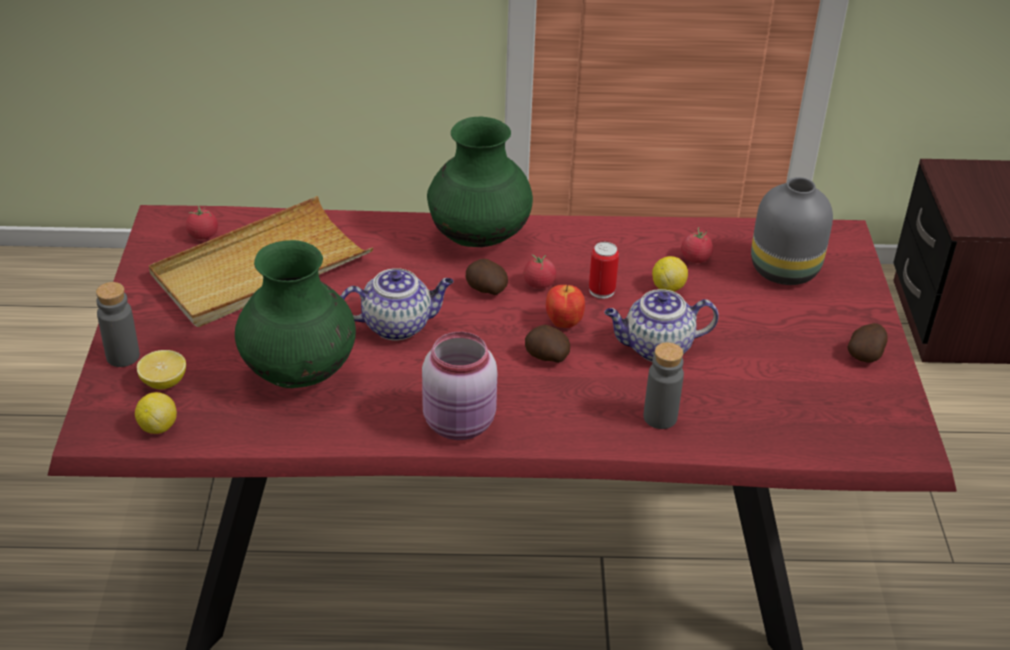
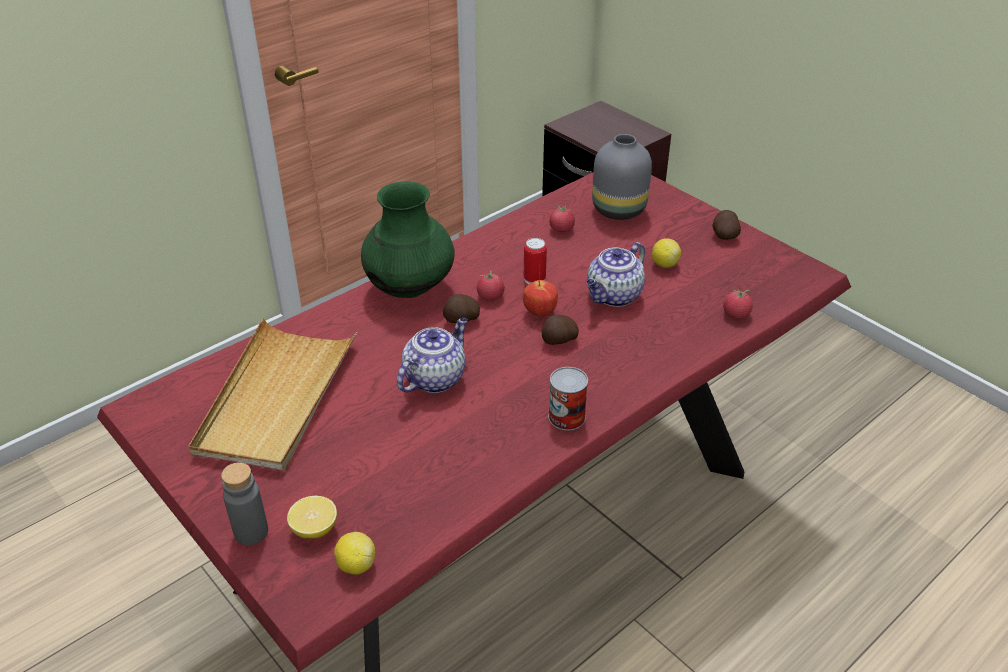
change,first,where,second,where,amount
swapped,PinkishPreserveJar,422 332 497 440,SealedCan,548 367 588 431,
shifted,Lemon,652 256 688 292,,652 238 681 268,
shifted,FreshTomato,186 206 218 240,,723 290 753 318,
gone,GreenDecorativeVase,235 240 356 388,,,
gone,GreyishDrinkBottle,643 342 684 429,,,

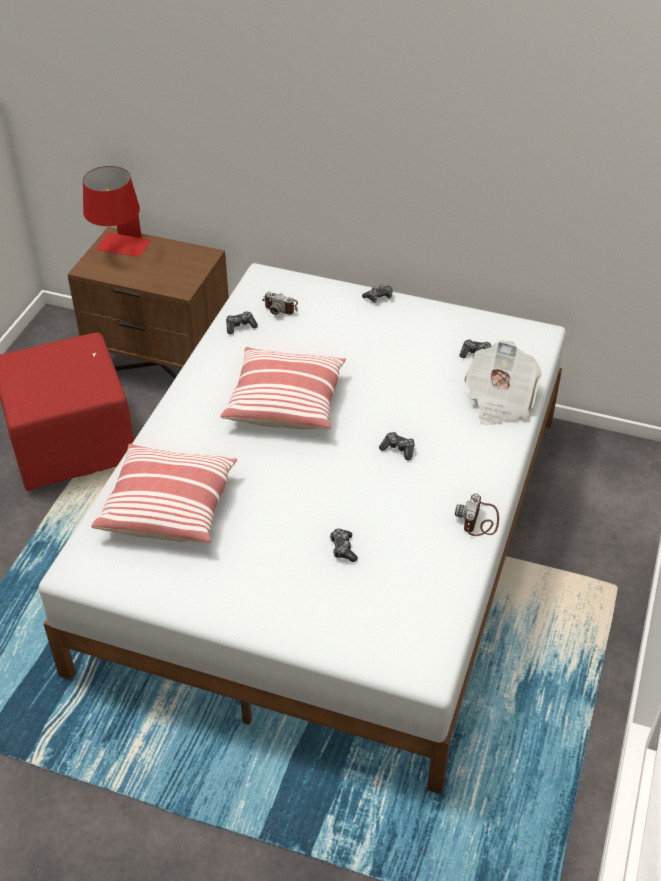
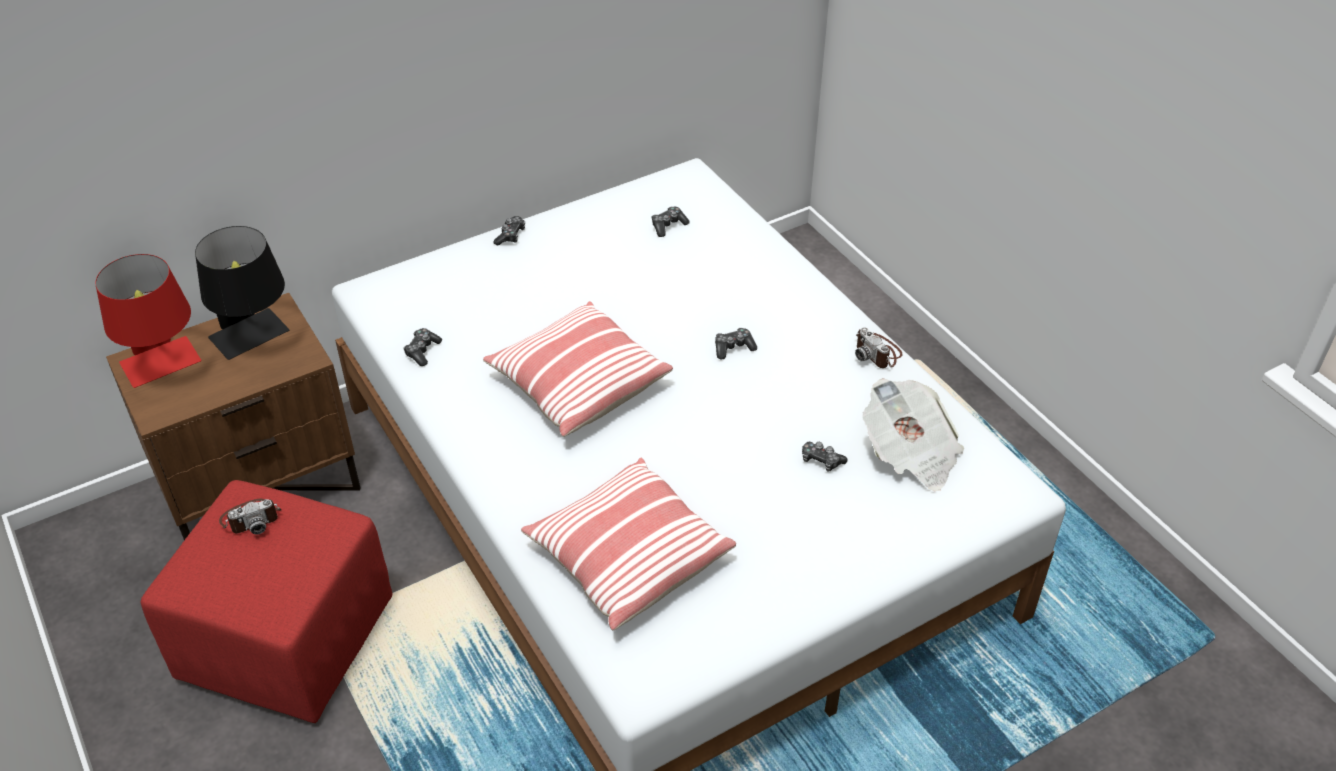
change,first,where,second,where,amount
new,,,BlackColouredLampForATable,195 226 289 360,
shifted,StillCamera,262 292 298 315,,219 499 281 535,
shifted,DailyPaper,464 341 542 425,,863 378 964 491,

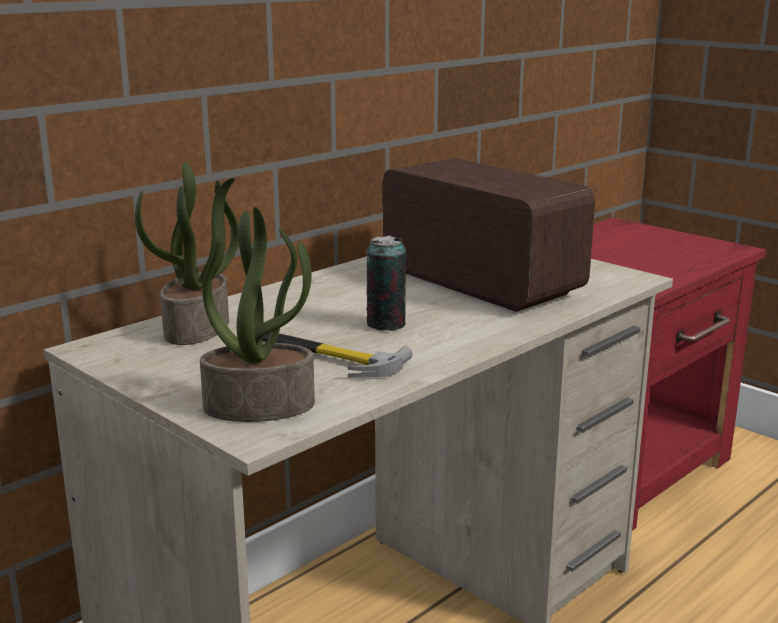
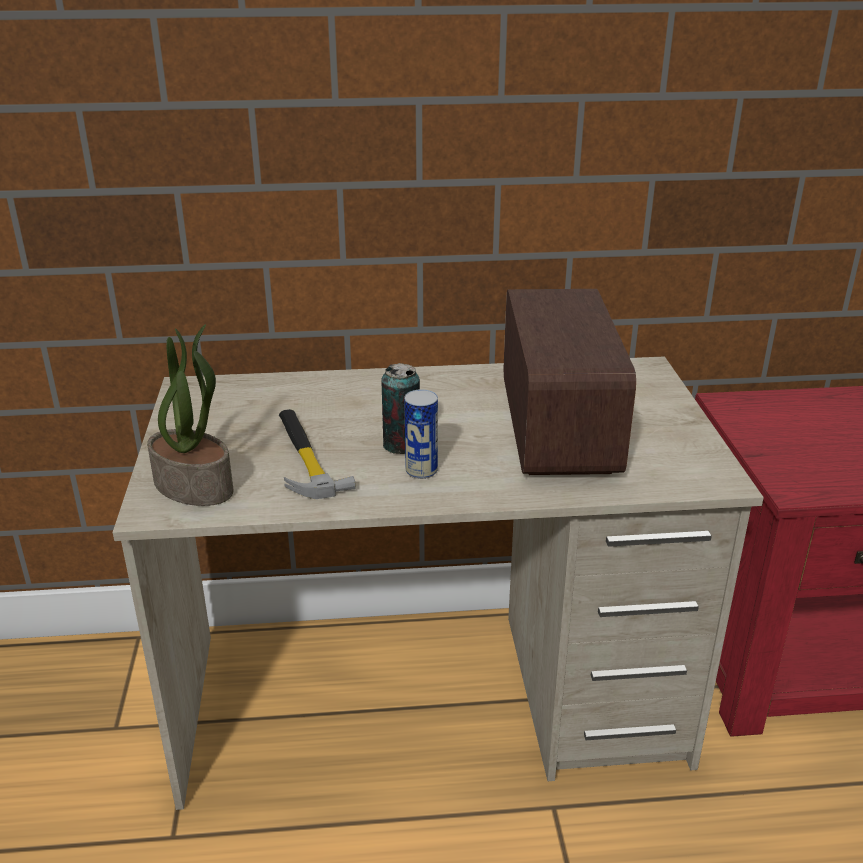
change,first,where,second,where,amount
new,,,SealedCan,404 389 438 479,
gone,Houseplant,135 162 239 345,,,

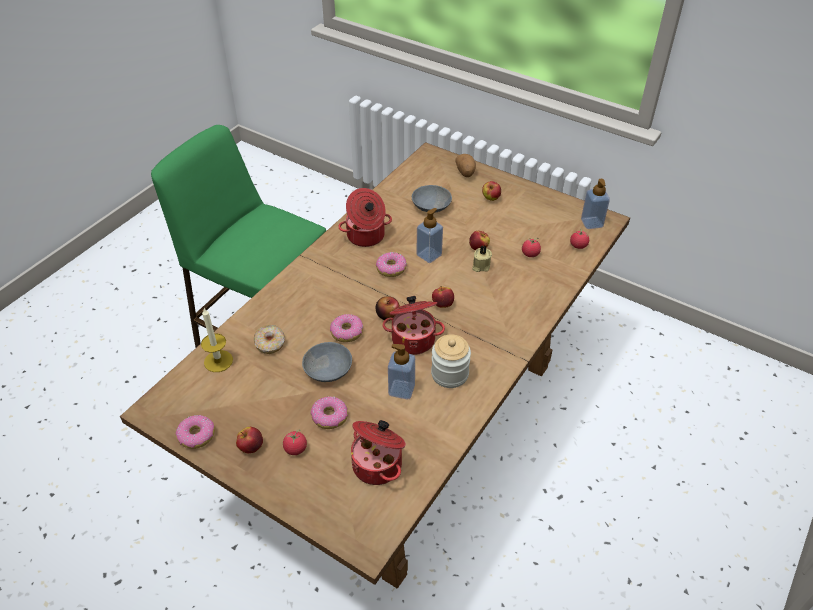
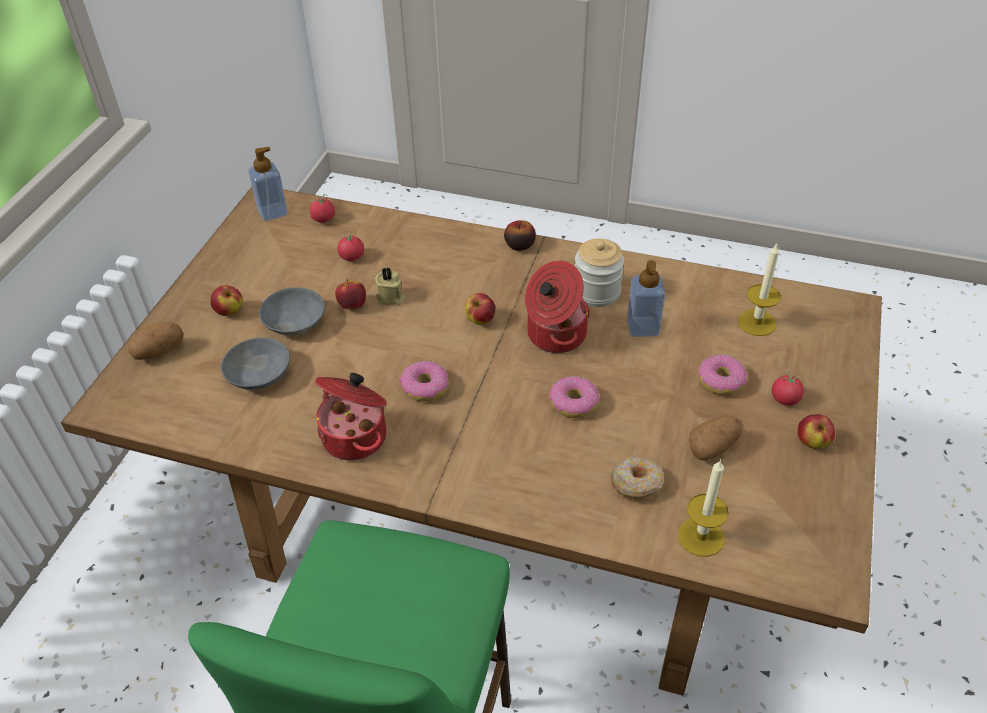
change,first,where,second,where,amount
shifted,GreyishServingBowl,302 342 352 382,,259 287 325 336,
shifted,AppleFruit,375 296 400 321,,504 220 536 251,
new,,,Potato,689 415 743 461,
swapped,CookingPot,351 420 406 485,Candle,738 243 781 336,
gone,Doughnut,175 415 215 449,,,
gone,LiquidSoapBottle,417 208 443 263,,,

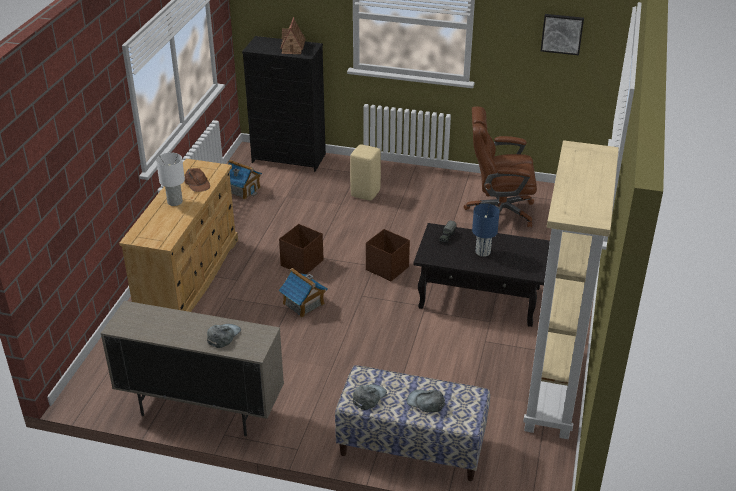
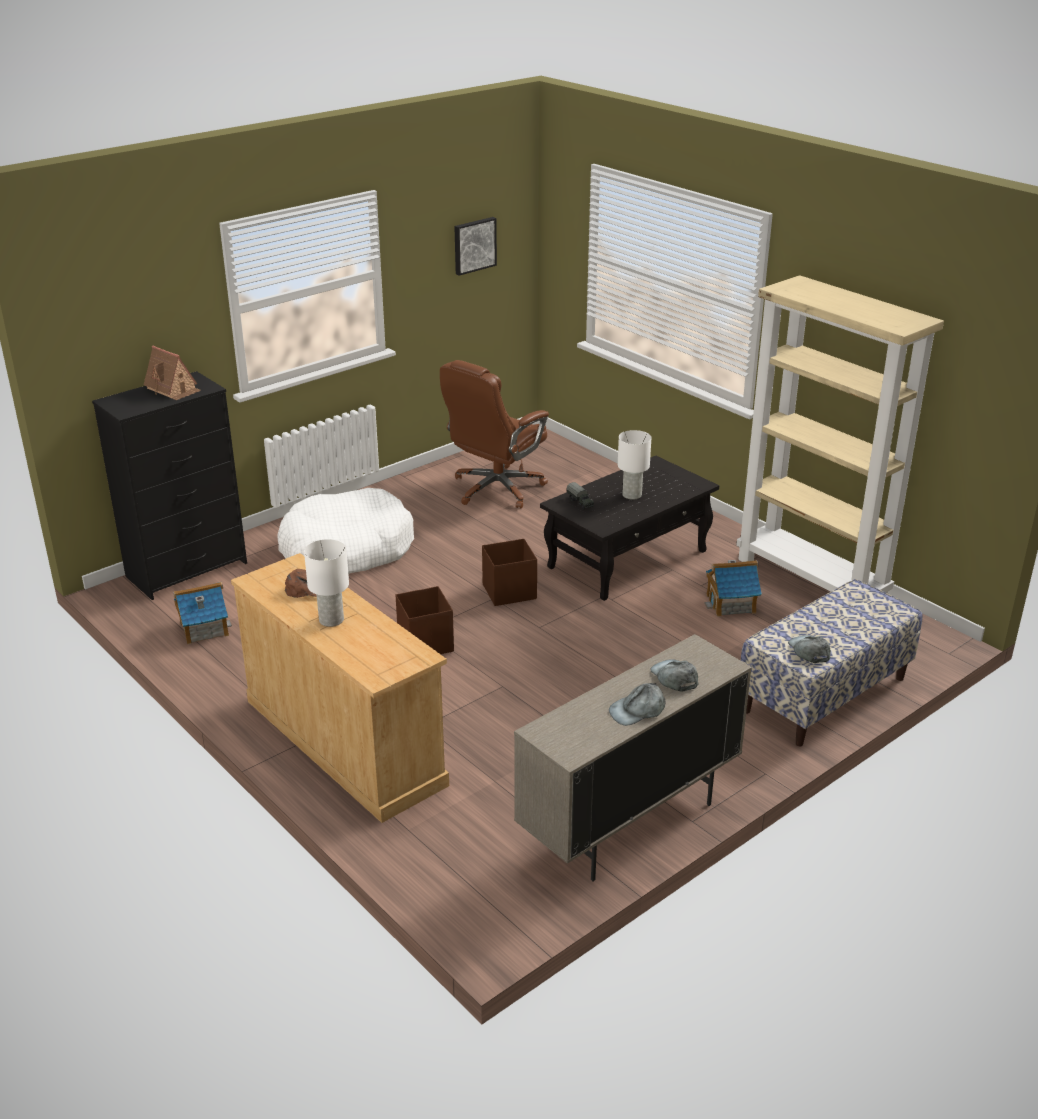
change,first,where,second,where,amount
swapped,SandColouredSittingStool,350 144 381 201,WhiteColouredPetBed,277 488 414 574,
shifted,GreyishPeakedCap,406 390 445 412,,609 683 666 726,
repainted,BlueColouredLampForATable,472 203 500 257,WhiteColouredLampForATable,618 430 651 499,
shifted,ModelHouse,278 268 328 318,,704 560 762 617,

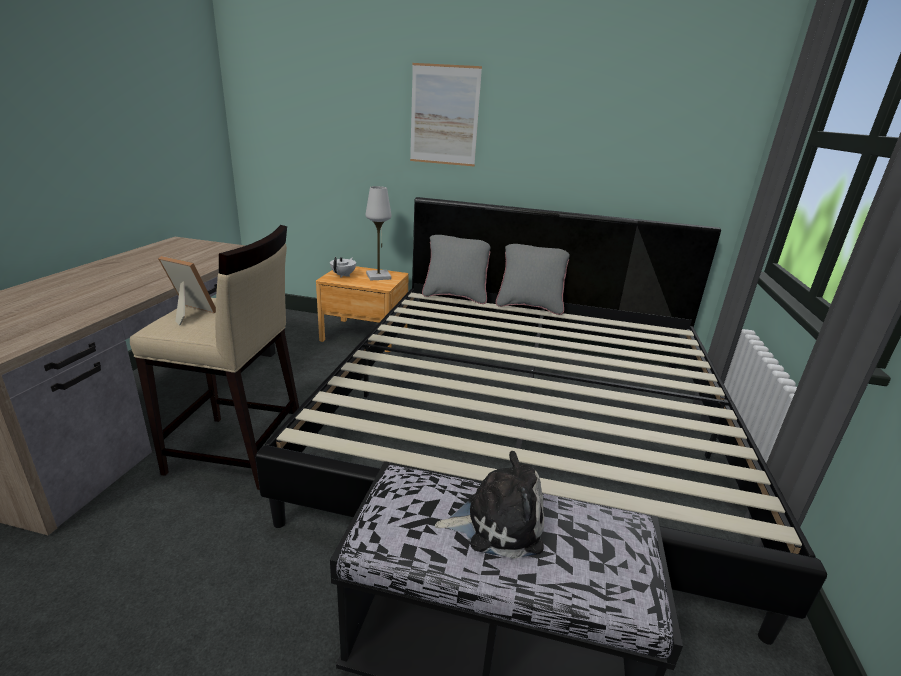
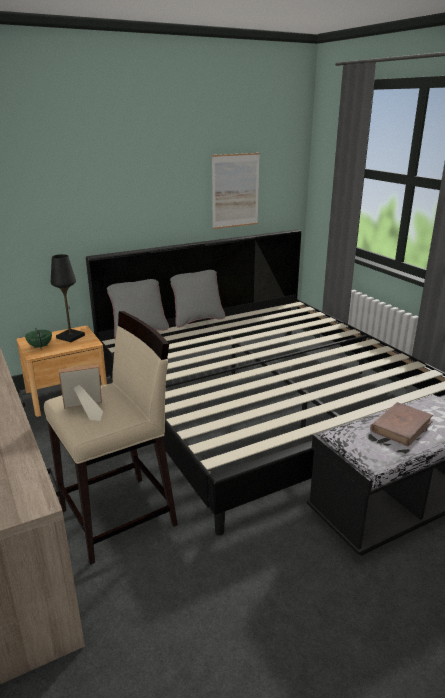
change,first,where,second,where,amount
repainted,WhiteColouredTeaPot,330 257 356 277,GreenTeaPot,25 328 52 348,
repainted,WhiteColouredLampForATable,366 186 392 281,BlackColouredLampForATable,51 254 85 342,
shifted,WallPicture,410 63 482 166,,212 153 260 229,
swapped,CuddlyToy,435 451 544 559,BrownBoundBook,370 402 433 447,

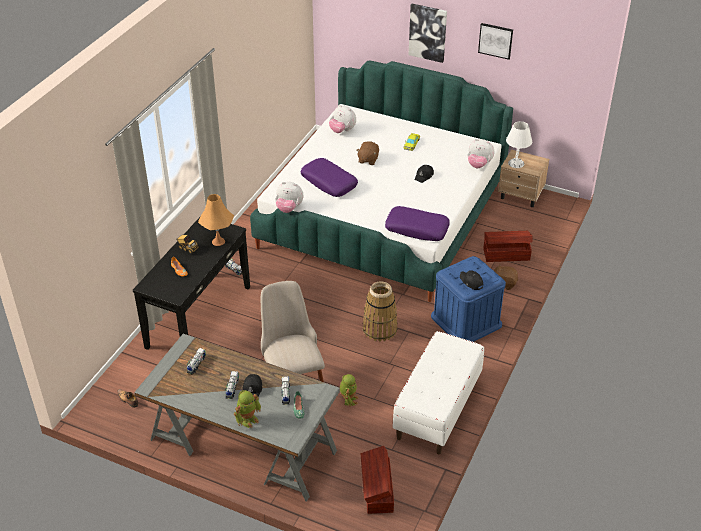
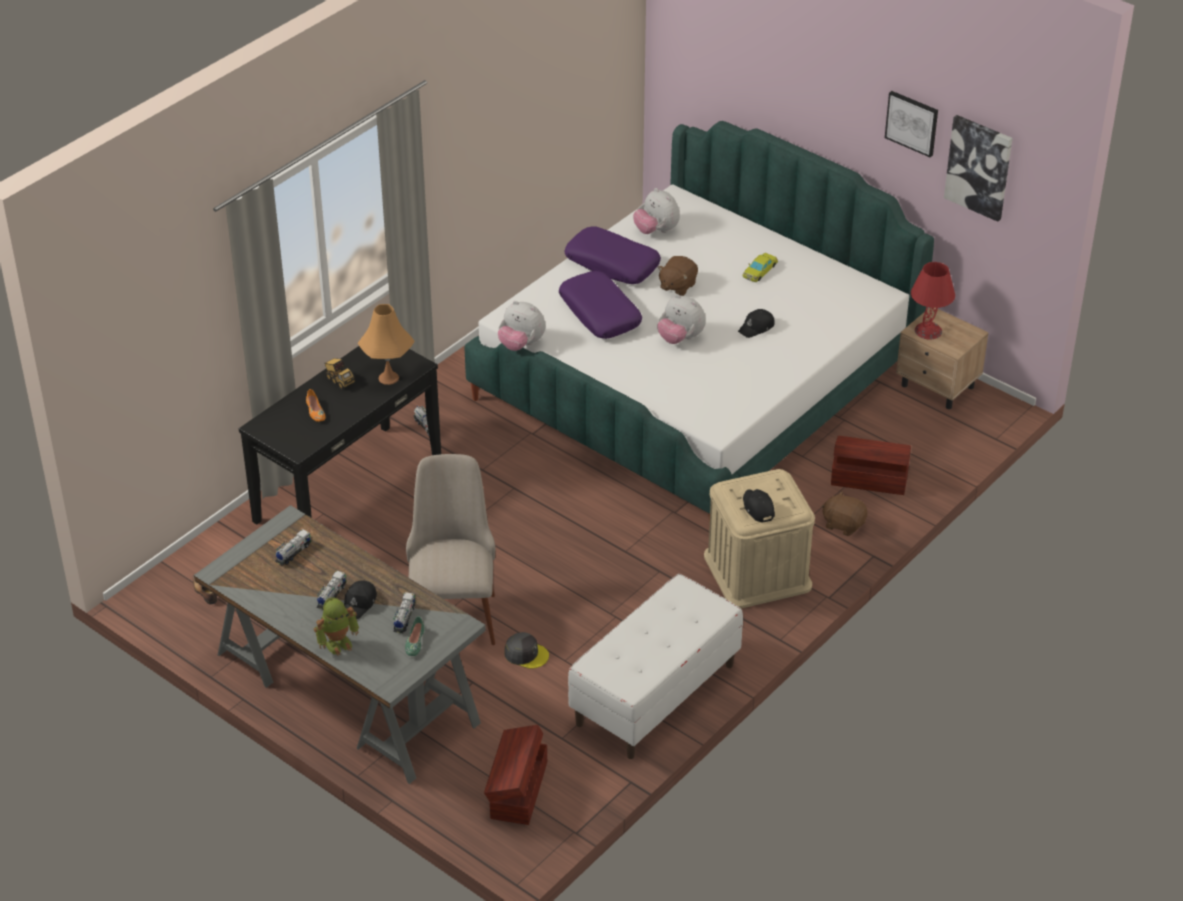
change,first,where,second,where,amount
swapped,ModelRobot,339 374 358 406,GreyishPeakedCap,504 632 549 669,
shifted,PurpleColouredThrowPillow,385 206 450 241,,564 226 661 284,
shifted,CuddlyToy,468 139 494 168,,657 294 706 344,
repainted,BlueColouredStorageBin,431 256 506 342,SandColouredStorageBin,704 469 815 608,
repainted,WhiteColouredLampForATable,506 121 532 168,ReddishLampForATable,911 262 955 340,
shifted,WallPicture,408 4 447 63,,944 115 1012 222,
gone,Basket,363 281 398 342,,,

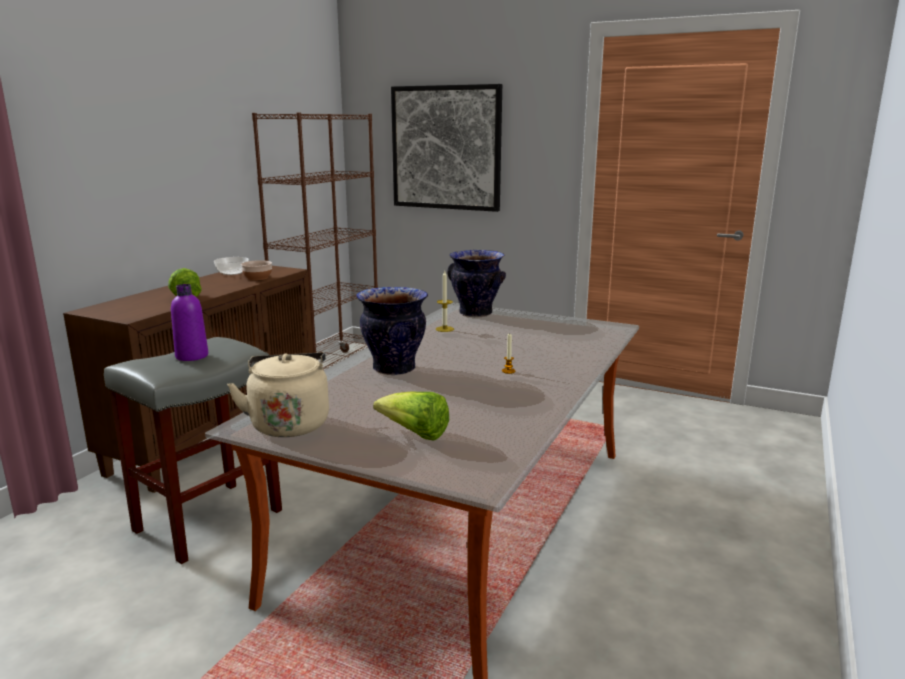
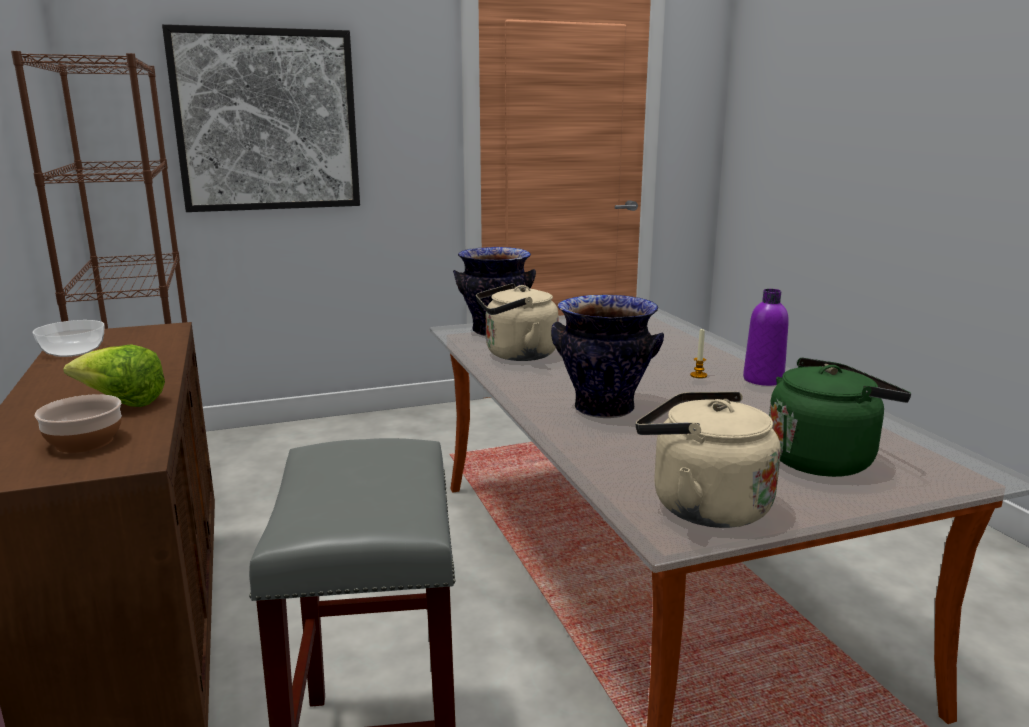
change,first,where,second,where,amount
shifted,ServingBowl,241 260 272 280,,35 394 122 453,
swapped,Candle,436 271 454 332,SandColouredKettle,476 283 558 361,
shifted,PurpleColouredDrinkBottle,171 284 208 361,,743 289 789 386,
swapped,LettuceHead,373 391 449 441,GreenKettle,769 358 911 477,

